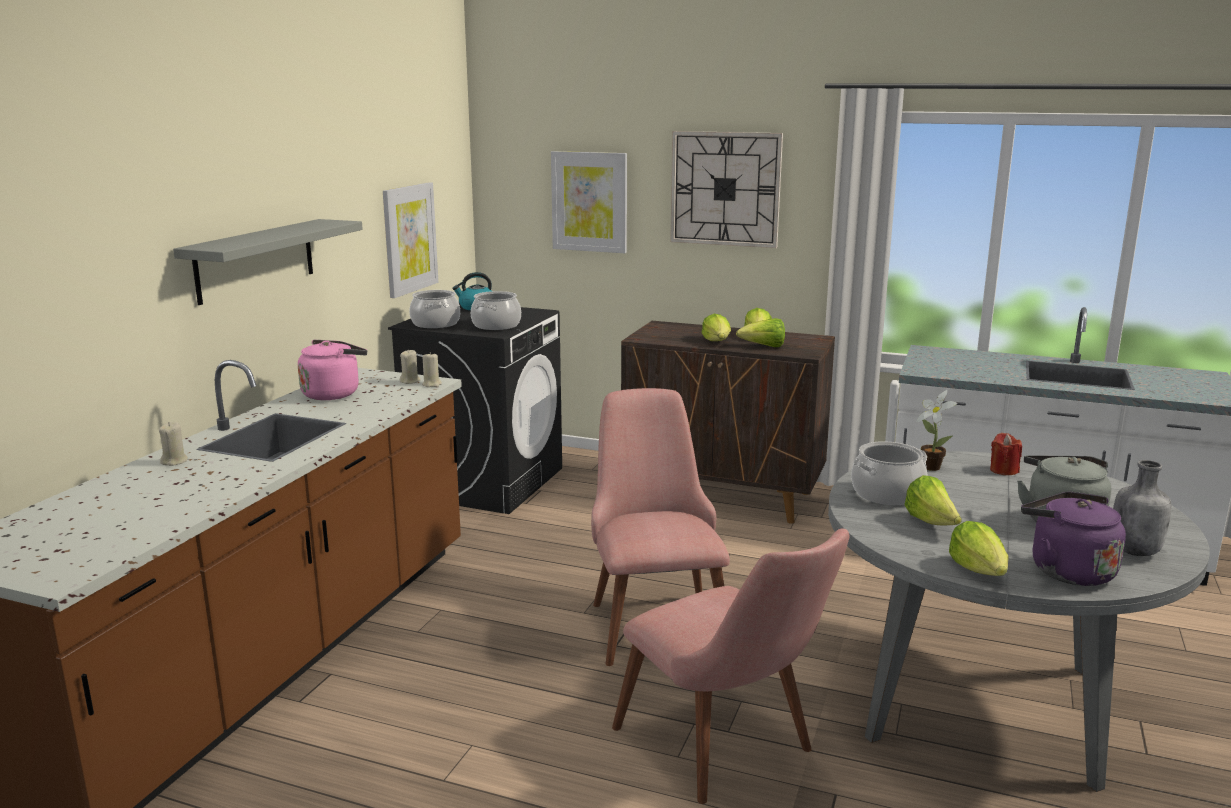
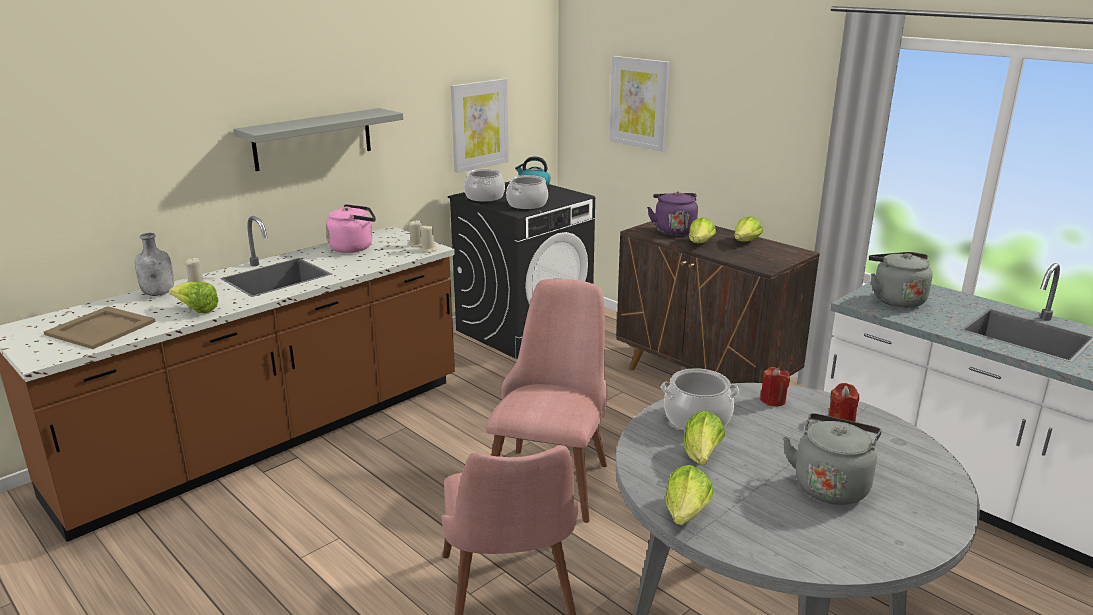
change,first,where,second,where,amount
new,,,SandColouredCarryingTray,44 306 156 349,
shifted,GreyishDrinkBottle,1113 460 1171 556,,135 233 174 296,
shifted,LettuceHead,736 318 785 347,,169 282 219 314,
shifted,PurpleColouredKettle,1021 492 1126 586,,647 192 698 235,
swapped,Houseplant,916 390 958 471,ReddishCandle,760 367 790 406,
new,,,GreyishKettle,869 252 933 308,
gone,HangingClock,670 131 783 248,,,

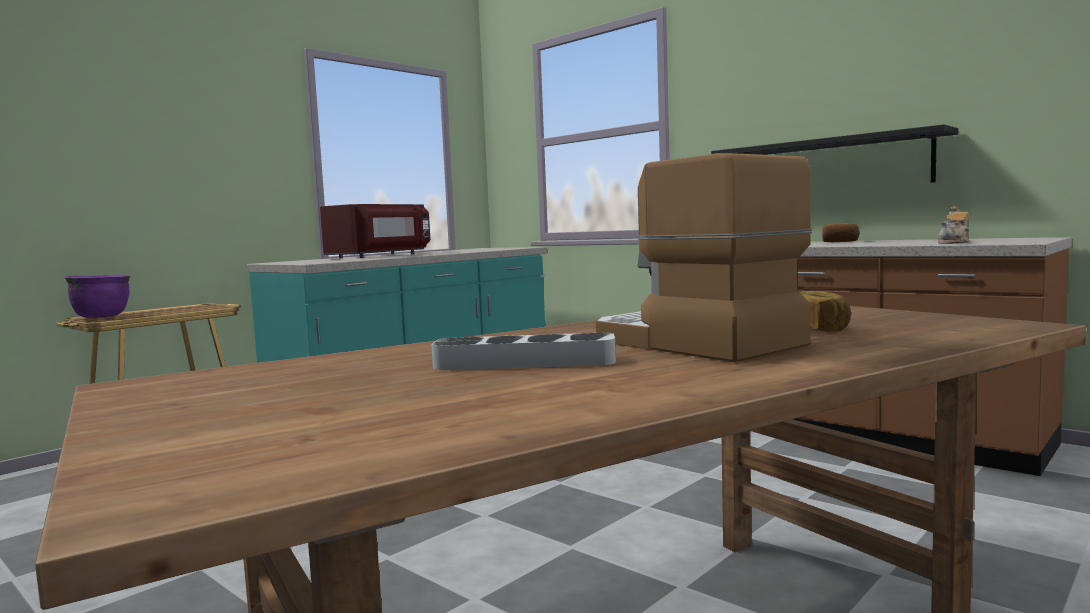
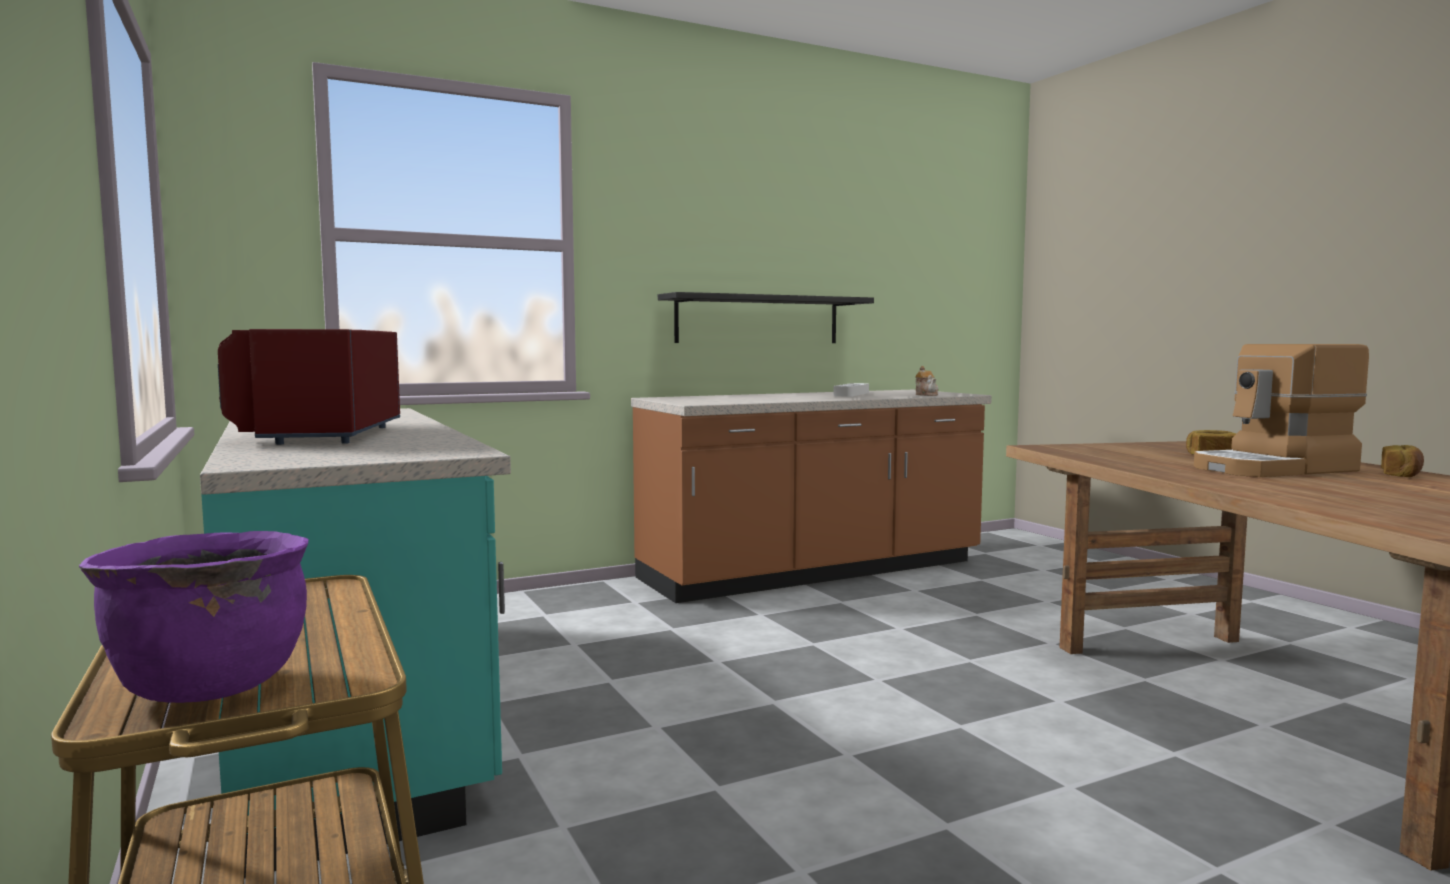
change,first,where,second,where,amount
rotated,ReddishMicrowave,320 204 430 258,,218 329 400 445,150 degrees counterclockwise
shifted,GreyishCarryingTray,432 333 616 370,,833 383 869 397,
shifted,Bread,822 223 859 242,,1381 445 1424 477,

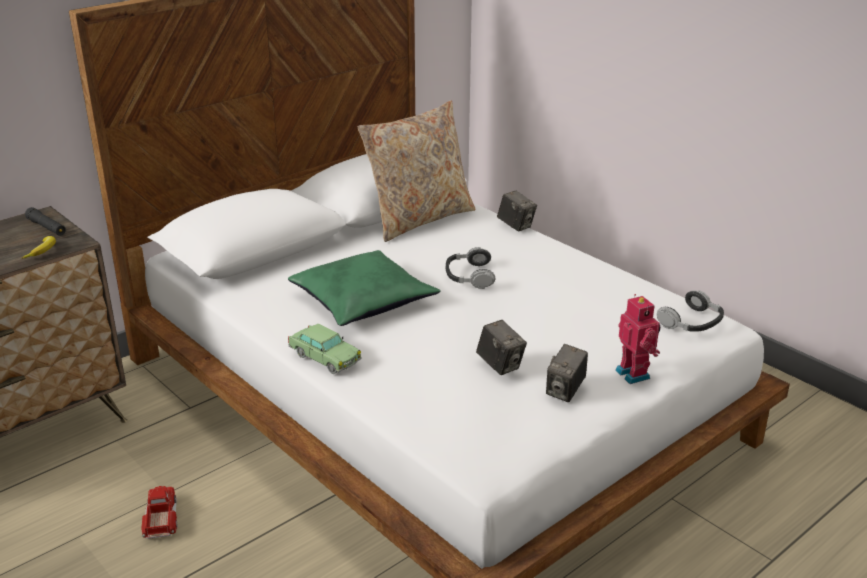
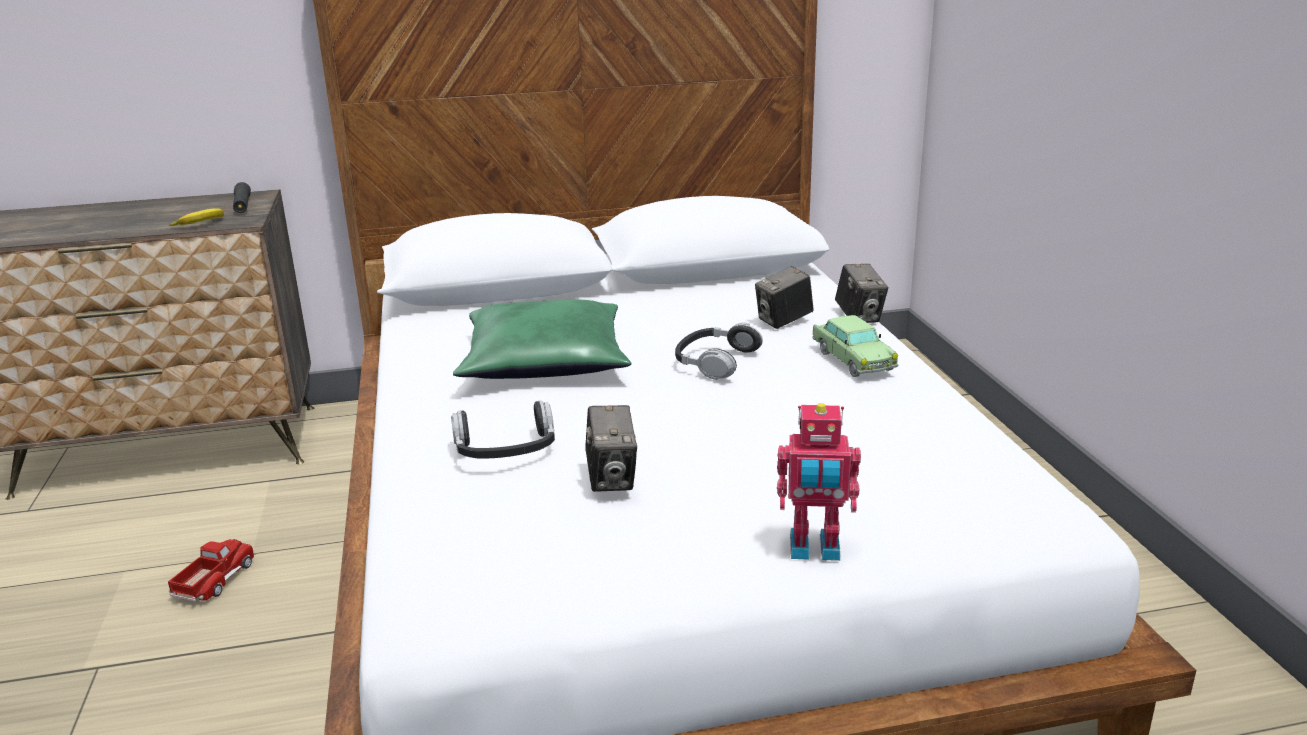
change,first,where,second,where,amount
shifted,Headset,657 290 724 332,,451 400 555 458,
shifted,StillCamera,546 344 588 402,,755 266 814 329,
rotated,ModelRobot,615 294 660 384,,777 403 861 561,90 degrees clockwise
shifted,MiniatureCar,288 324 362 374,,812 315 898 377,
gone,SandColouredThrowPillow,358 100 476 242,,,

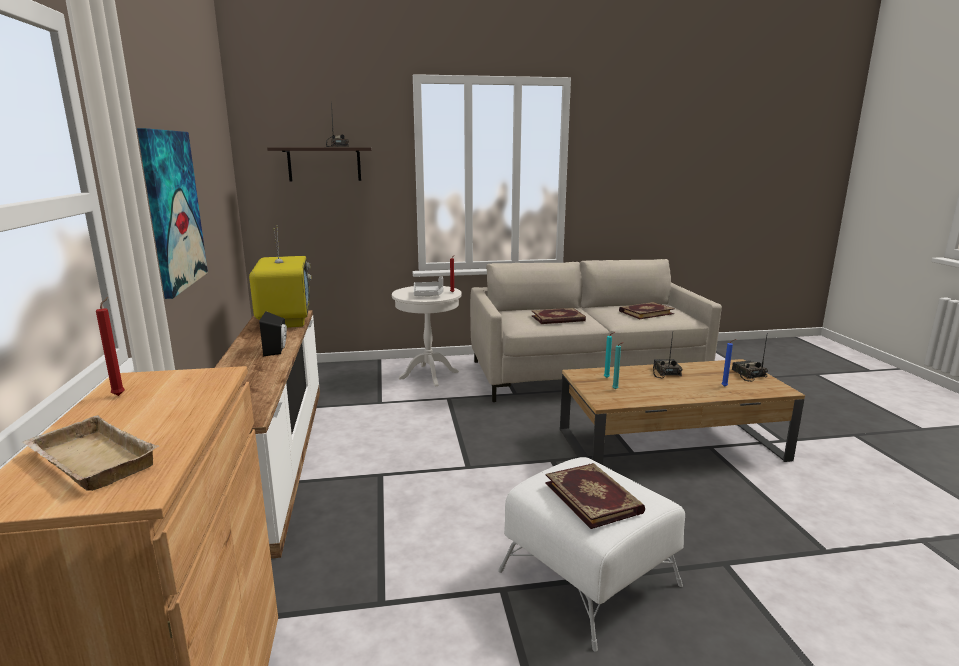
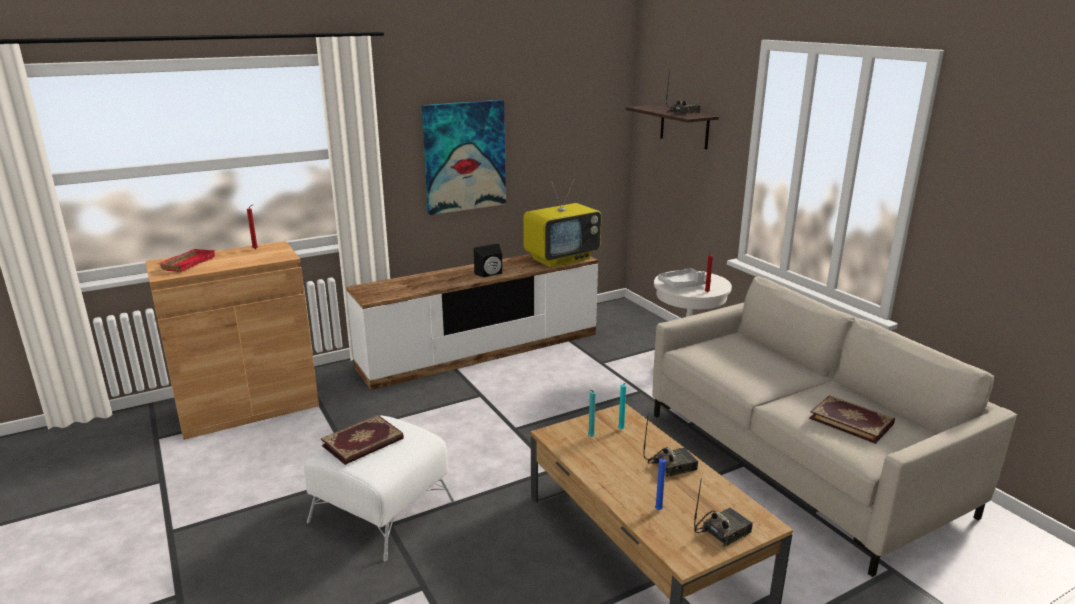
change,first,where,second,where,amount
repainted,SandColouredCarryingTray,22 415 160 491,ReddishCarryingTray,158 249 216 272,
gone,BoundBook,531 308 586 324,,,

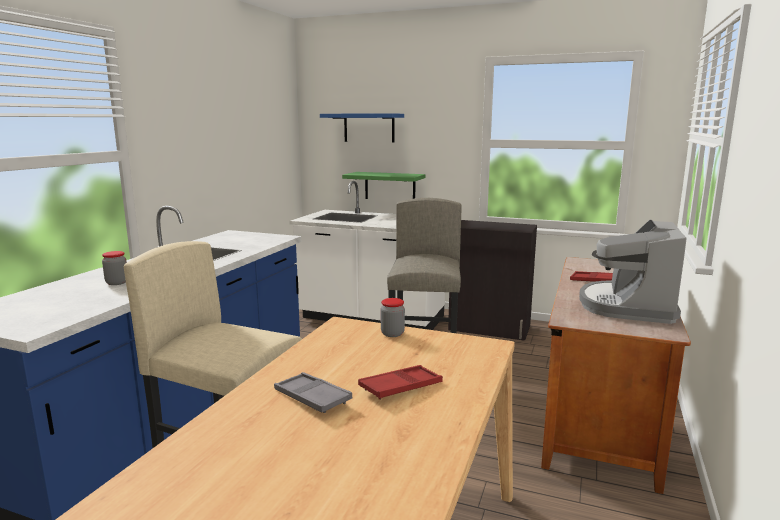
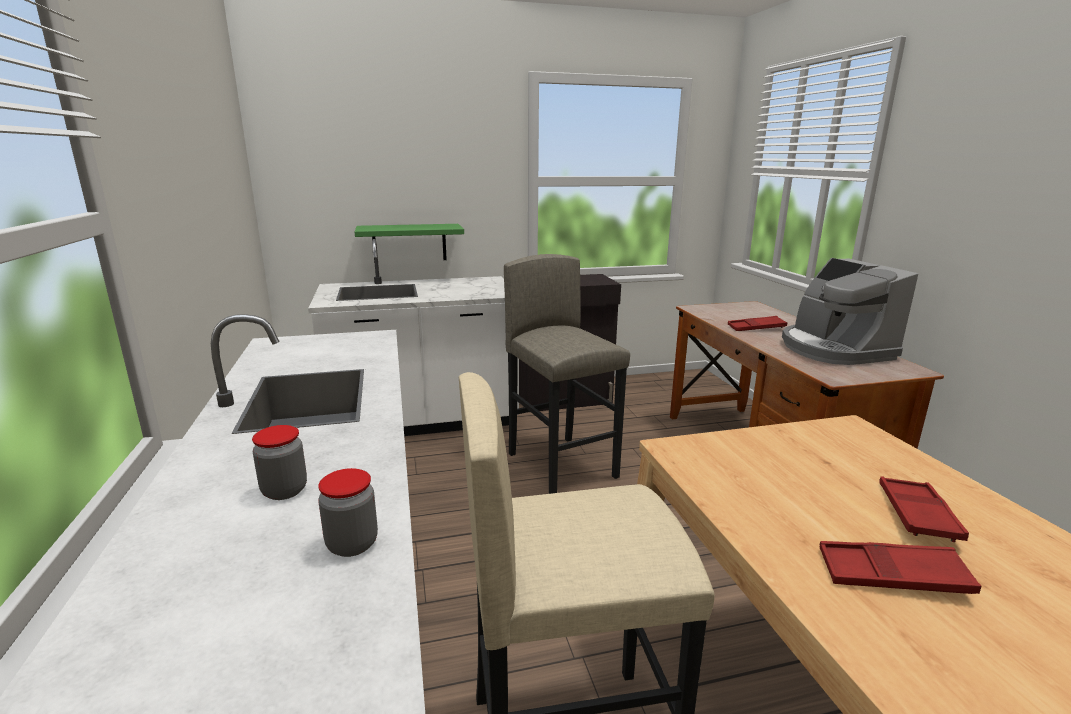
change,first,where,second,where,amount
shifted,PreserveJar,381 298 405 337,,318 468 378 557,
repainted,GreyishCarryingTray,274 372 352 413,ReddishCarryingTray,820 541 981 594,
gone,BlueColouredShelf,320 113 404 143,,,

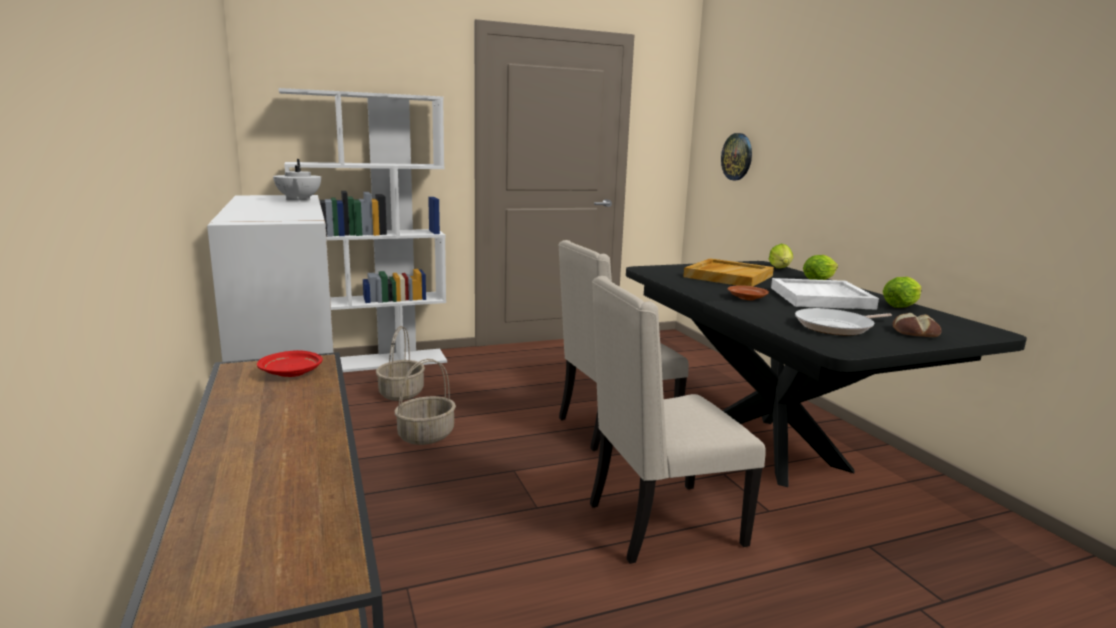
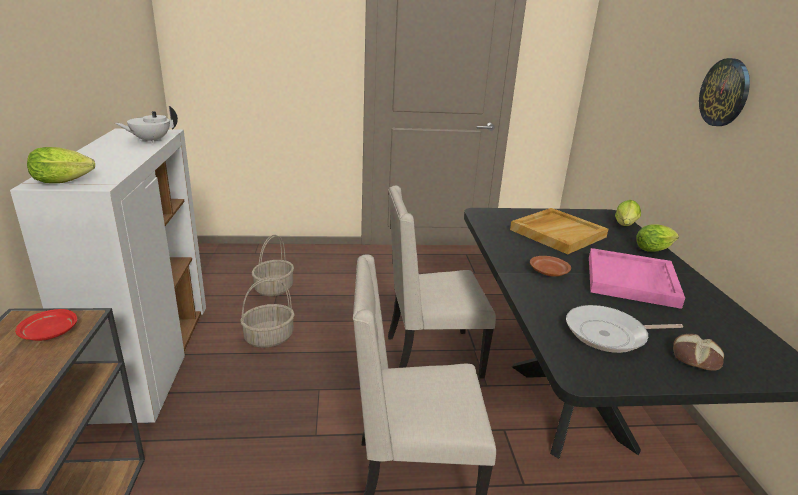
change,first,where,second,where,amount
shifted,LettuceHead,883 277 922 308,,27 147 95 183,
rotated,WhiteColouredTeaPot,273 159 321 202,,115 106 178 143,60 degrees clockwise
repainted,WhiteColouredCarryingTray,771 278 879 310,PinkishCarryingTray,589 248 685 309,
shifted,HangingClock,721 133 752 180,,699 58 750 126,
gone,WhiteColouredBookcase,278 88 447 372,,,

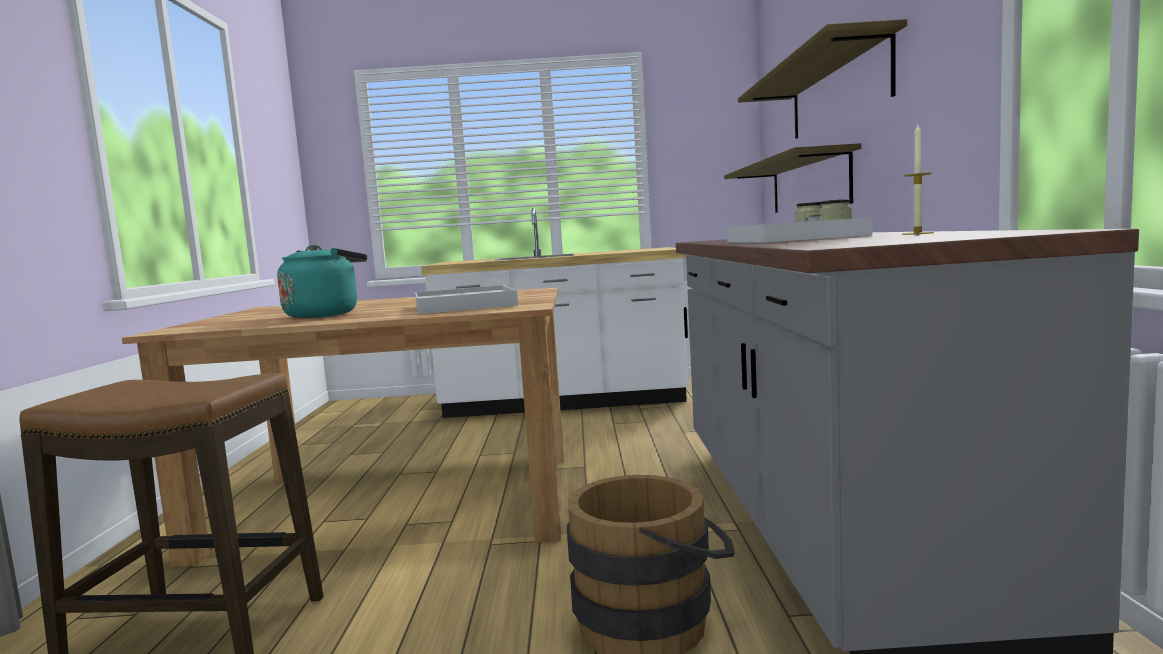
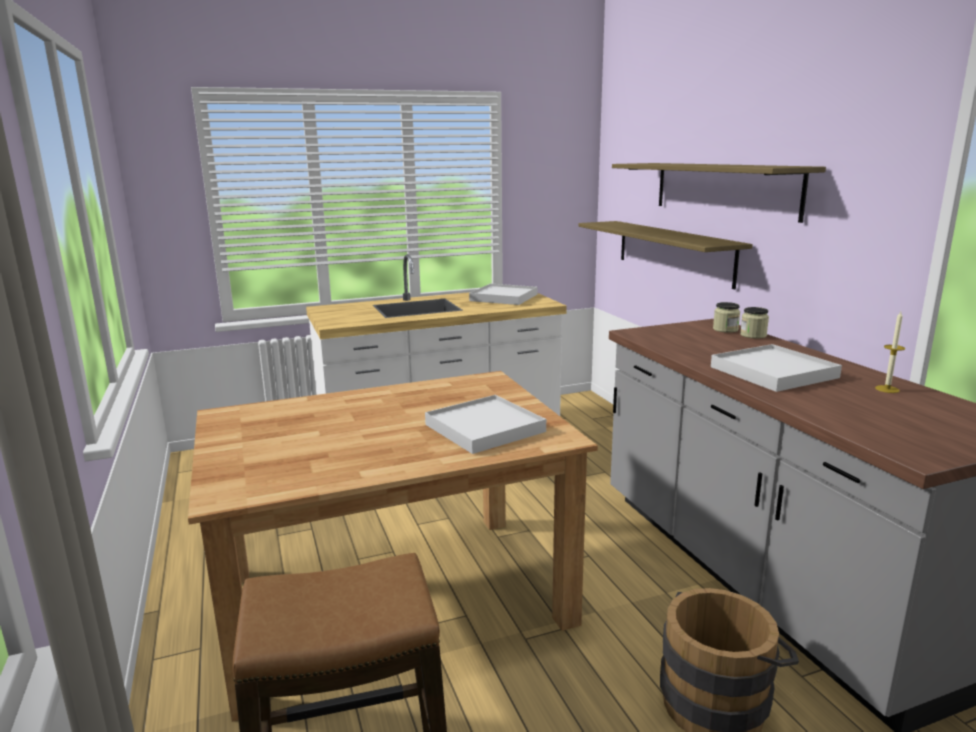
change,first,where,second,where,amount
new,,,WhiteColouredCarryingTray,469 284 537 305,
gone,TurquoiseColouredKettle,277 245 367 318,,,

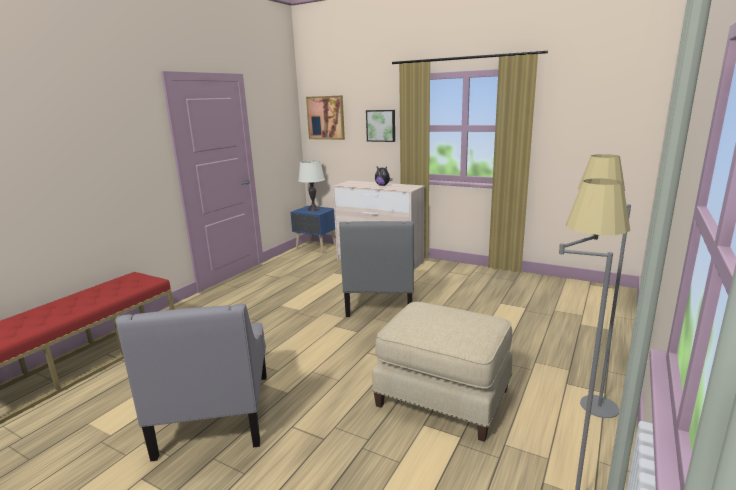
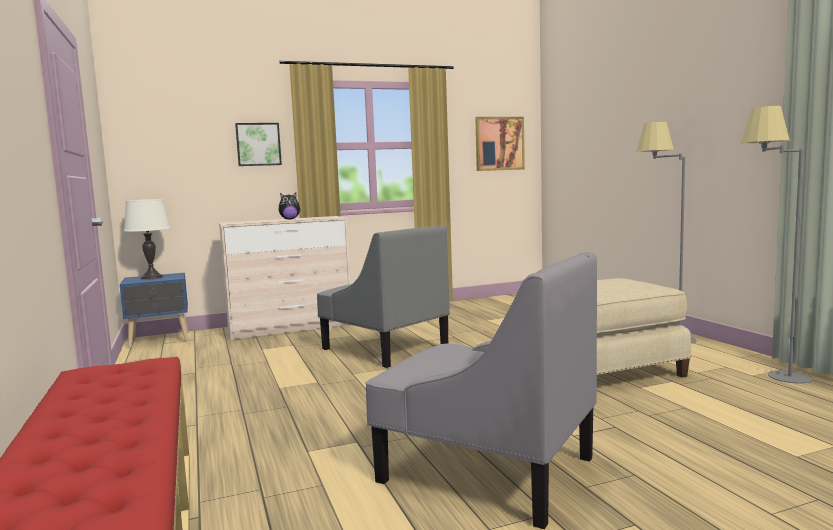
change,first,where,second,where,amount
shifted,WallPicture,306 95 345 140,,475 117 525 171,

